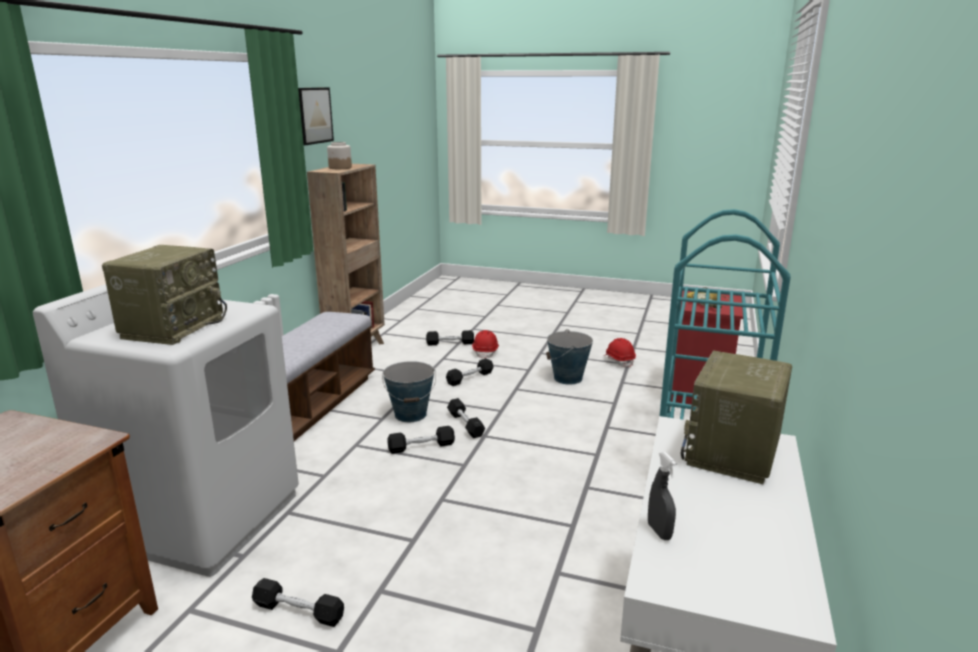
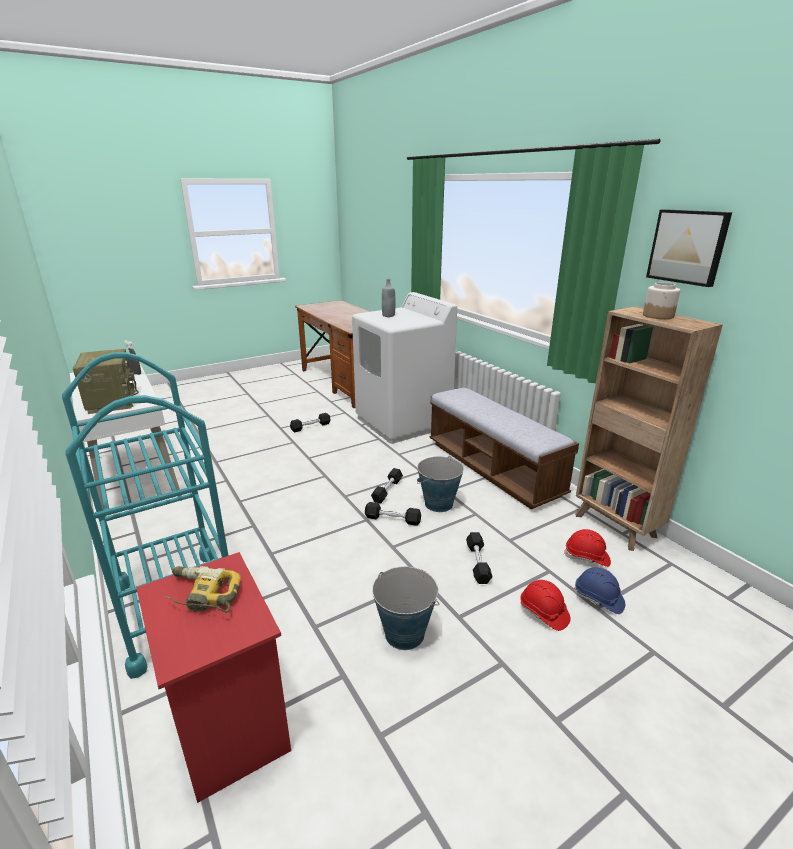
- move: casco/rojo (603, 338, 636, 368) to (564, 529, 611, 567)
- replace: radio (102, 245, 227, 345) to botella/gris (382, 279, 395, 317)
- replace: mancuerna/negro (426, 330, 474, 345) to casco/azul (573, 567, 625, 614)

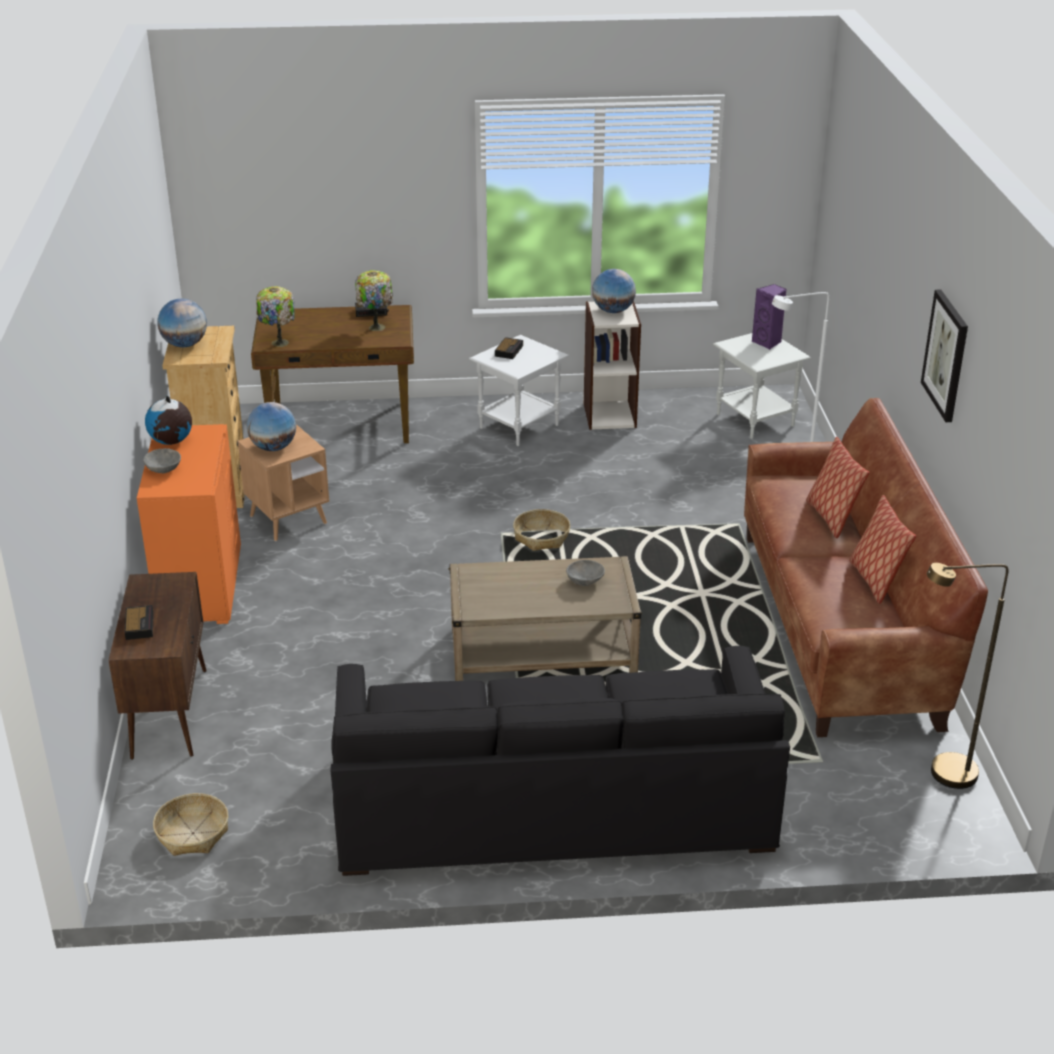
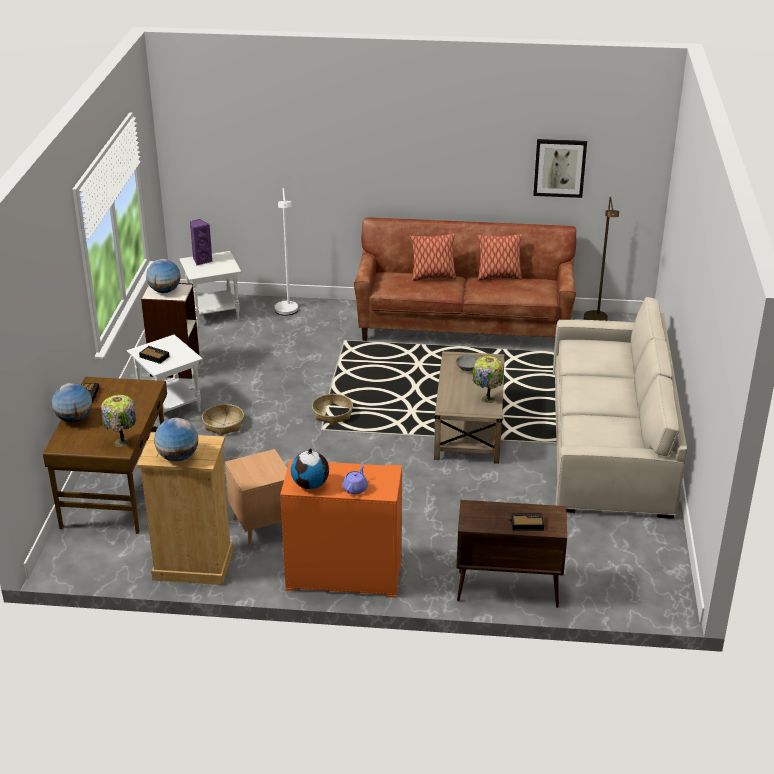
- move: cesta (153, 793, 228, 856) to (202, 404, 244, 436)
- move: globo terráqueo (247, 402, 296, 451) to (52, 383, 92, 423)
- move: lámpara de mesa (355, 270, 393, 331) to (472, 356, 504, 403)
- move: cuadro (921, 290, 968, 422) to (533, 139, 587, 198)
- replace: cuenco/gris (143, 448, 181, 473) to tetera/morado (342, 465, 368, 494)
- recolor: sofá/negro (330, 646, 790, 876) to sofá/beis (553, 297, 687, 519)

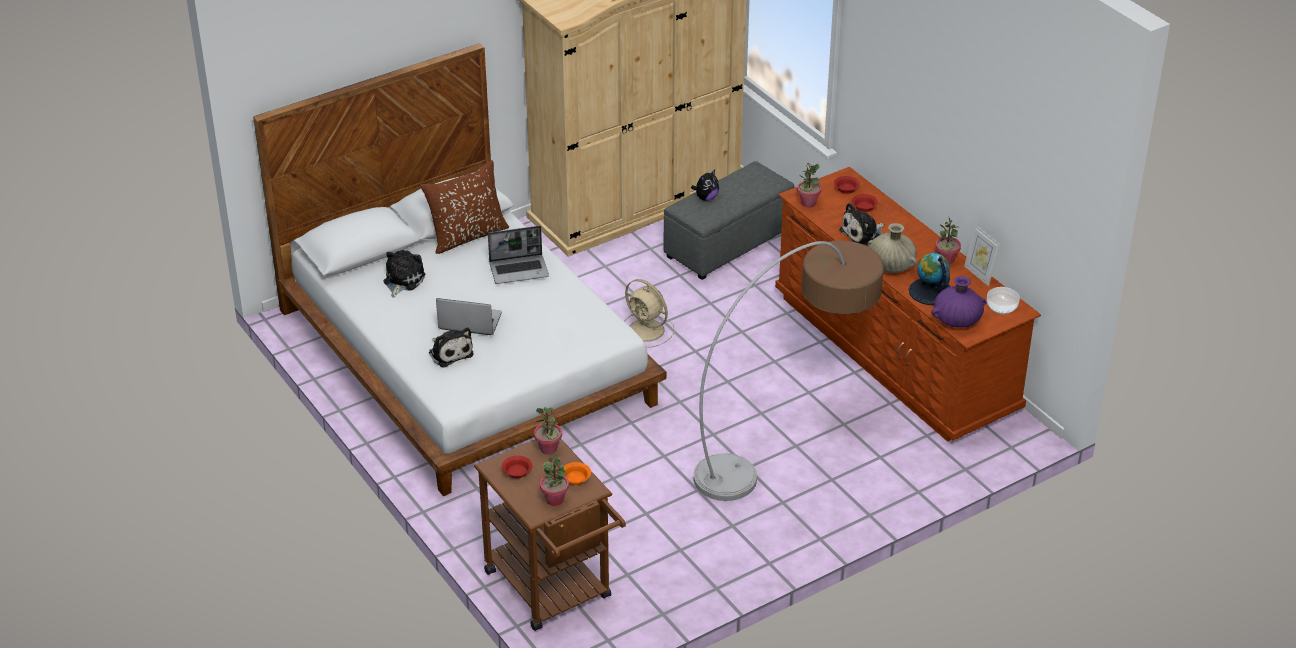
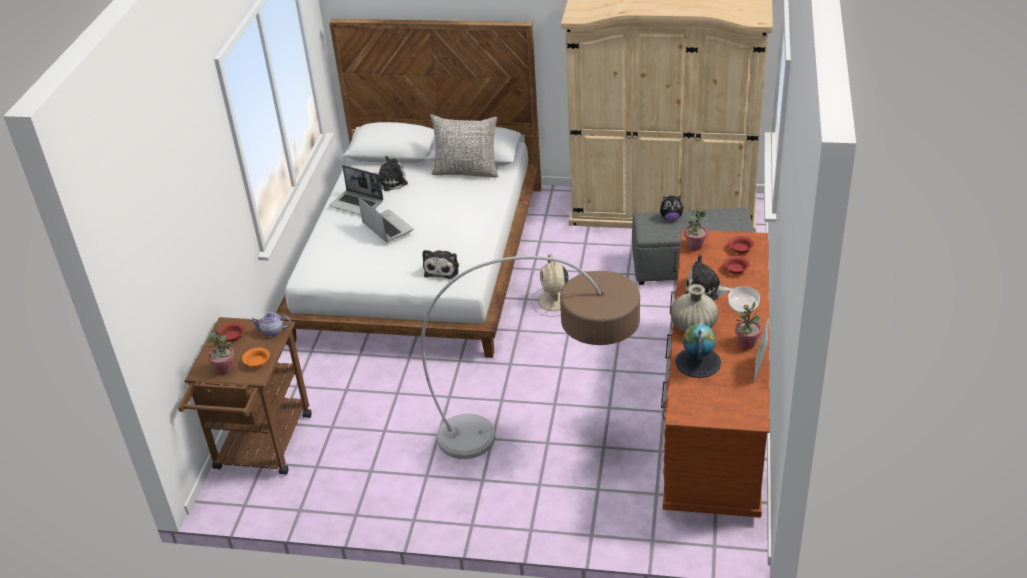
- delete: florero/morado (931, 276, 986, 328)
- move: peluche (429, 327, 474, 368) to (422, 250, 459, 279)
- move: portátil (488, 226, 549, 284) to (329, 165, 383, 215)
- move: cuenco (987, 287, 1020, 314) to (728, 286, 760, 313)
- replace: planta en maceta (534, 407, 562, 455) to tetera (250, 312, 291, 337)
- recolor: cojín/marrón (420, 160, 509, 254) to cojín/gris (430, 115, 498, 177)

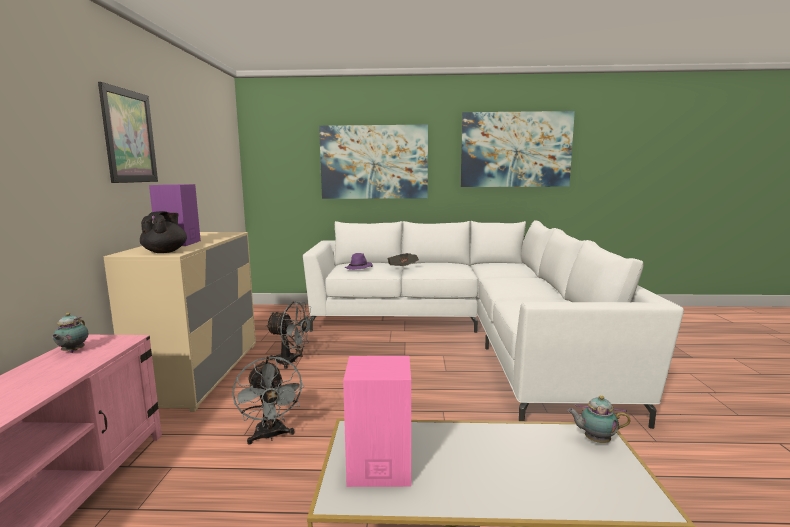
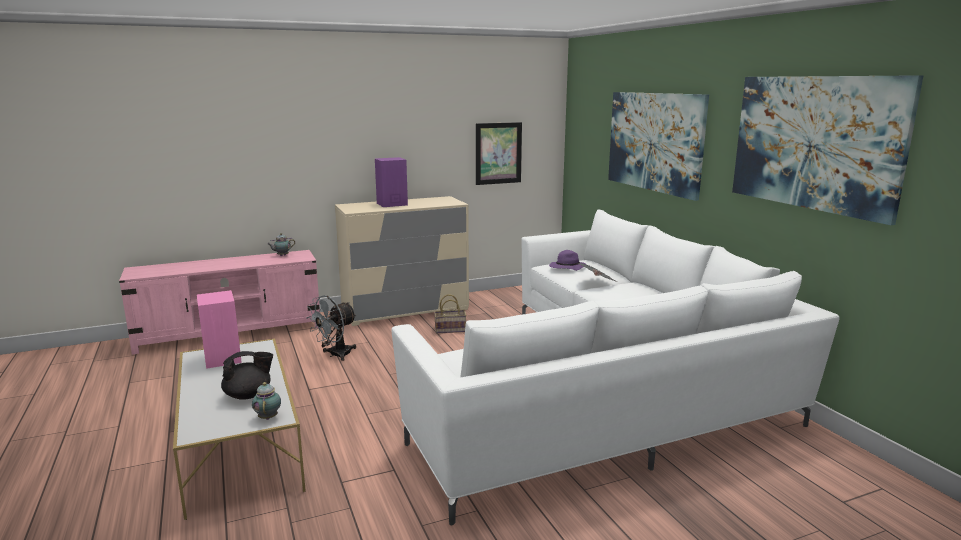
- move: cuadro (98, 82, 158, 183) to (476, 122, 522, 185)
- move: tetera/negro (140, 211, 187, 253) to (221, 351, 273, 400)
- replace: ventilador/gris (266, 301, 314, 369) to cesta (434, 294, 466, 333)

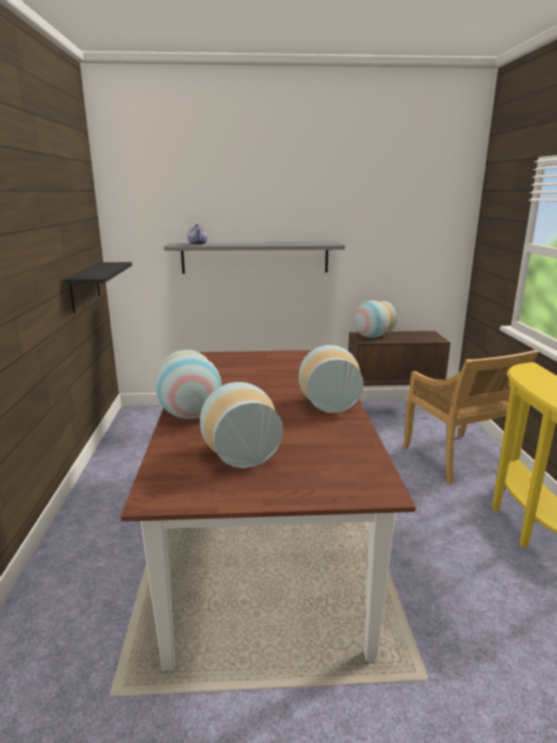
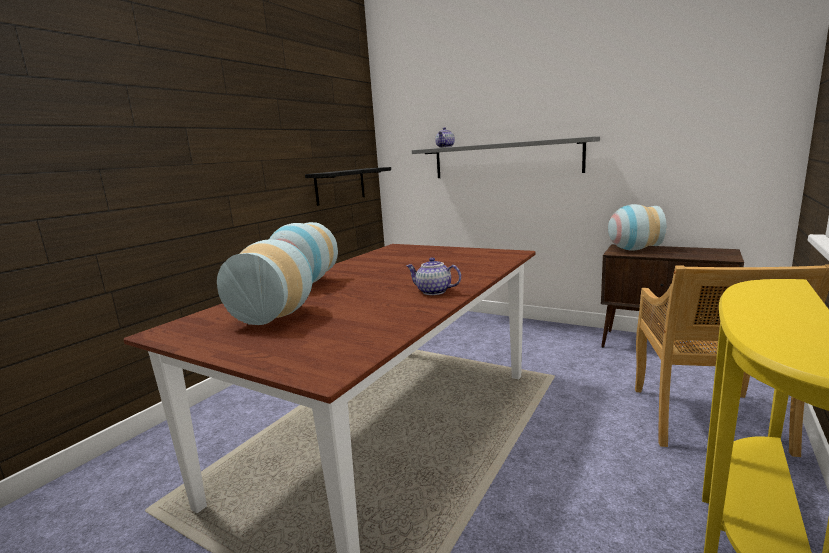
- replace: florero (299, 345, 363, 413) to tetera (406, 257, 461, 295)

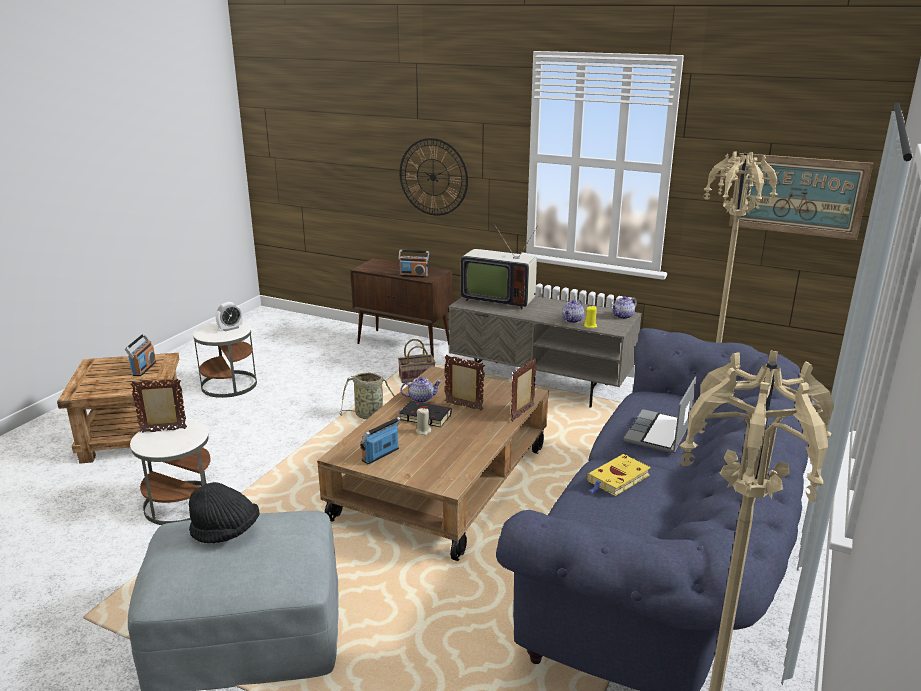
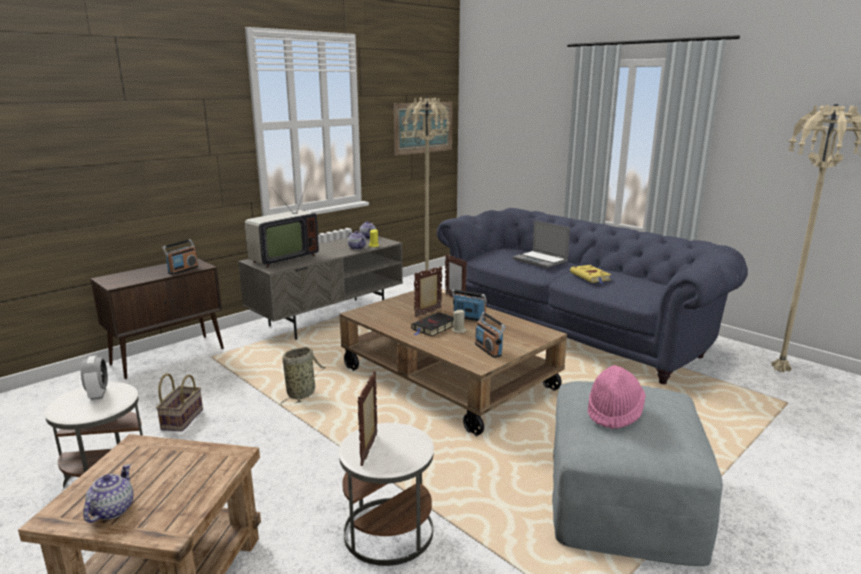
- delete: reloj de pared (399, 138, 468, 216)
- move: radio (125, 334, 156, 376) to (452, 289, 487, 321)
- move: cesta (398, 339, 436, 383) to (156, 373, 203, 432)
- move: tetera (400, 377, 442, 403) to (83, 464, 134, 523)
- recolor: sombrero/negro (189, 482, 259, 543) to sombrero/rosa (588, 365, 646, 429)

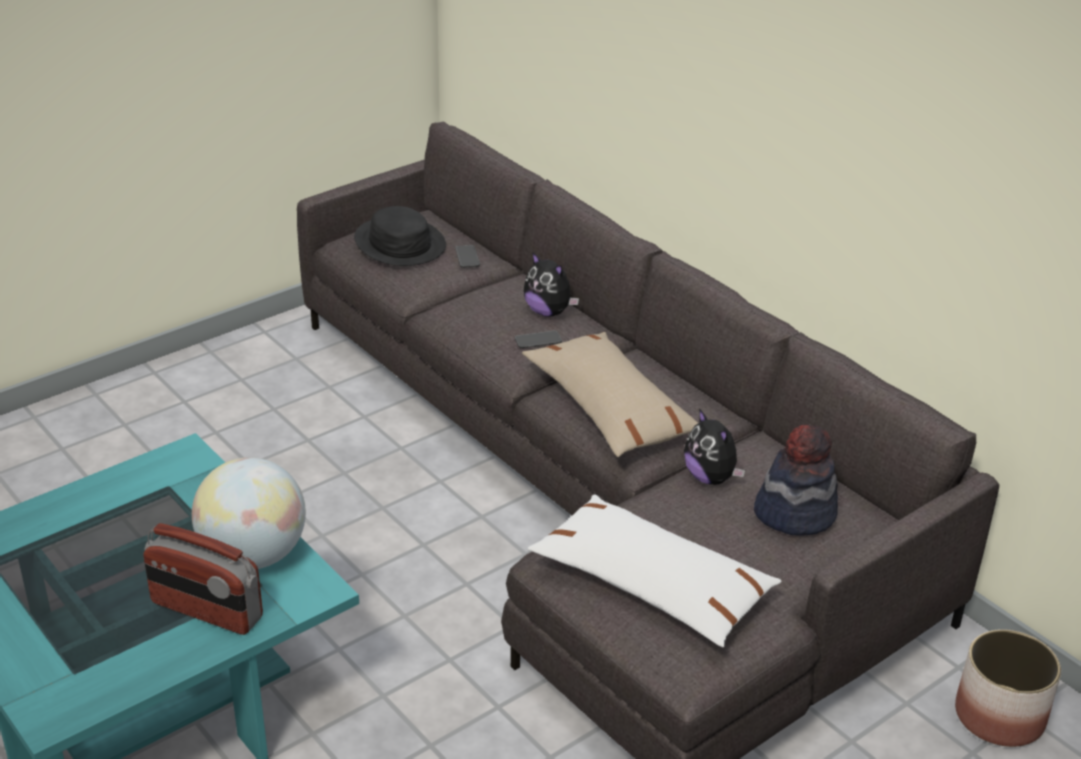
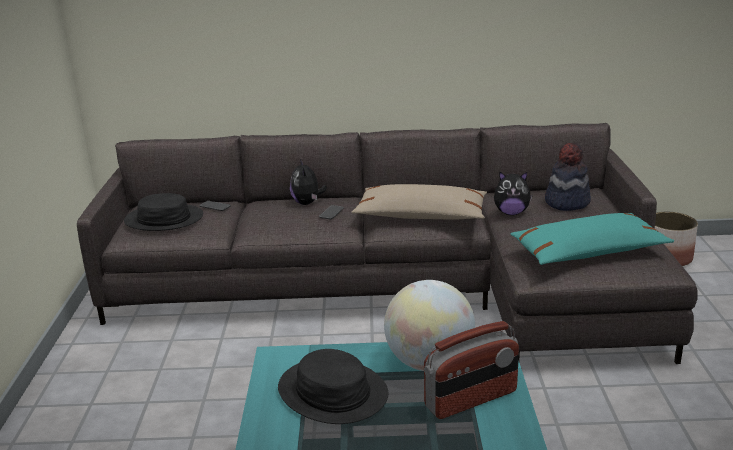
- insert: sombrero/negro (278, 349, 388, 424)
- recolor: cojín/blanco (528, 494, 782, 647) to cojín/turquesa (510, 213, 674, 265)
- rotate: peluche (524, 253, 579, 317) = (290, 159, 327, 205) 90 degrees clockwise

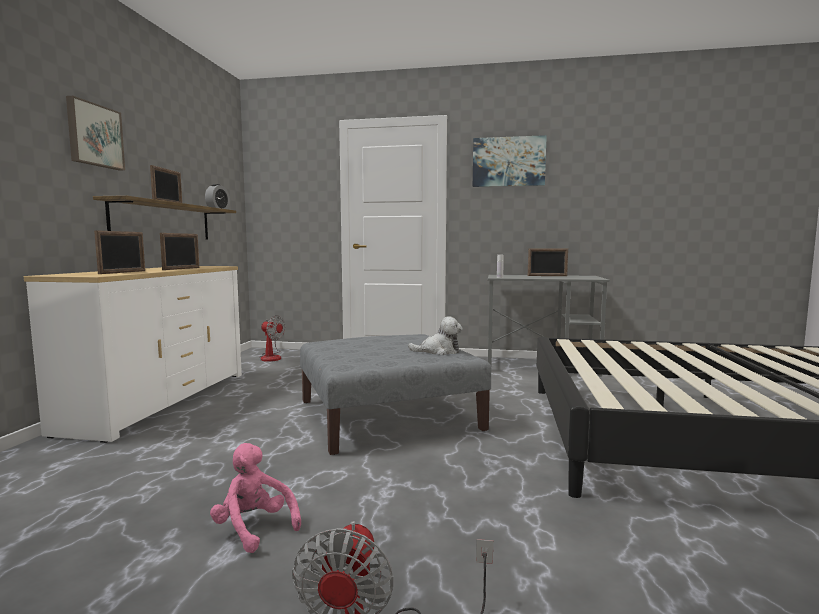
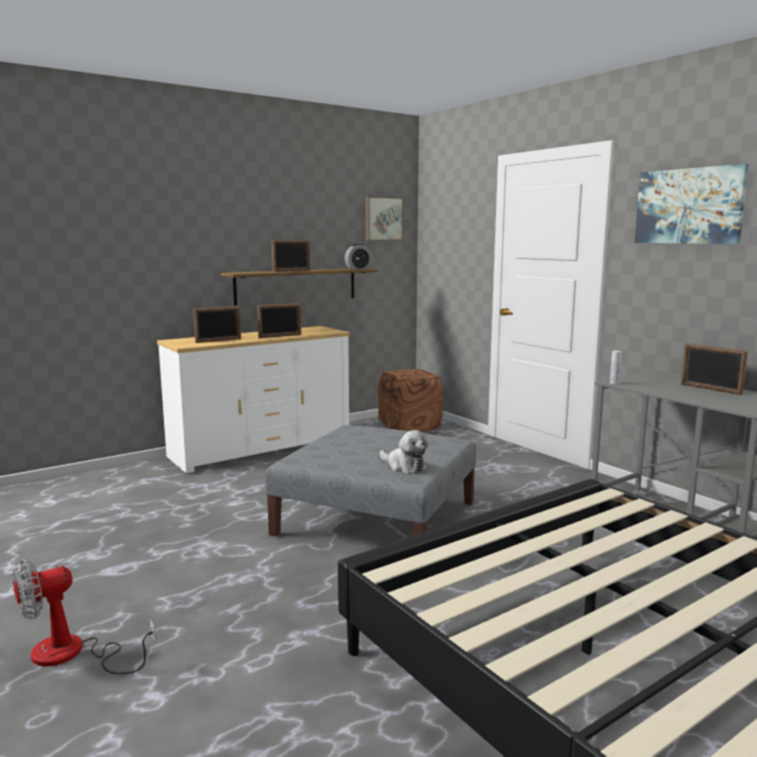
- delete: peluche/rosa (210, 443, 301, 553)
- move: cuadro (66, 96, 125, 170) to (366, 196, 403, 241)
- replace: ventilador (260, 315, 286, 362) to puf/marrón (378, 369, 443, 431)

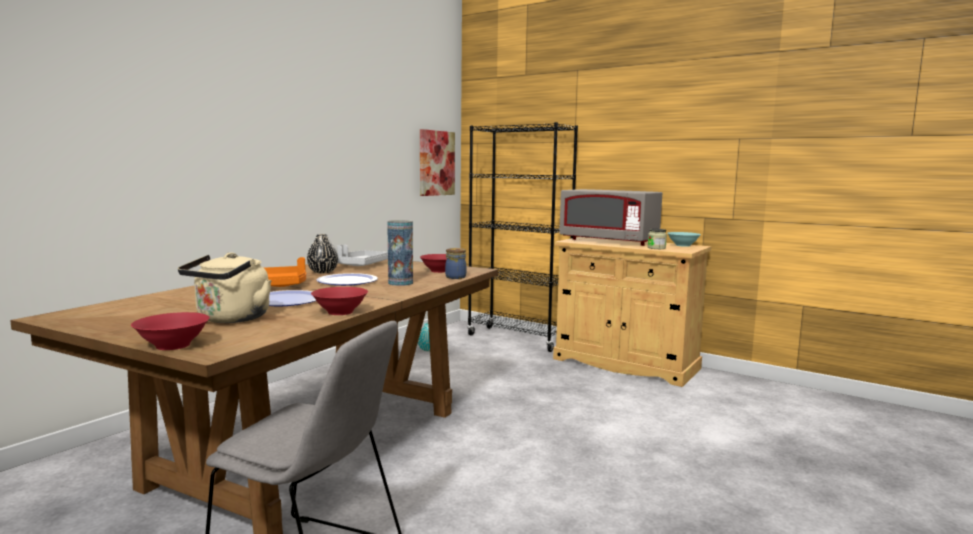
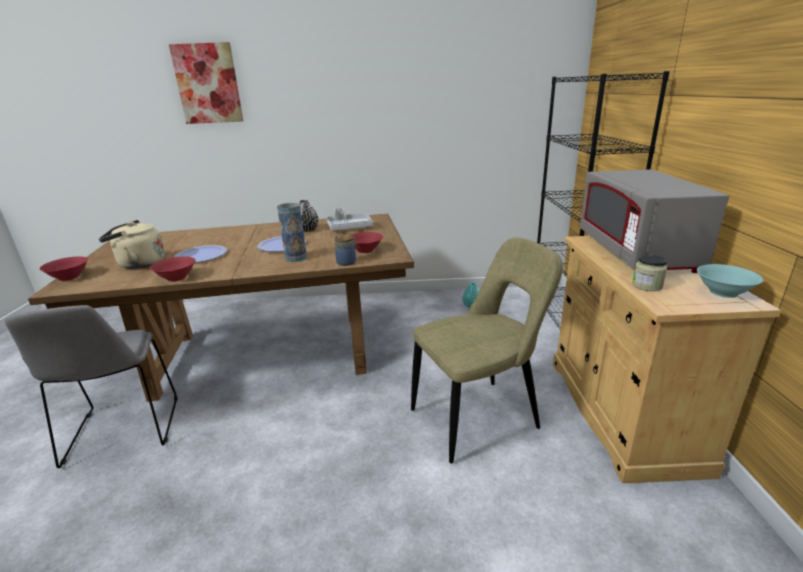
- delete: bandeja/naranja (264, 257, 306, 287)
- insert: silla/beis (411, 238, 563, 463)
- move: cuadro (420, 129, 455, 196) to (169, 42, 243, 124)

